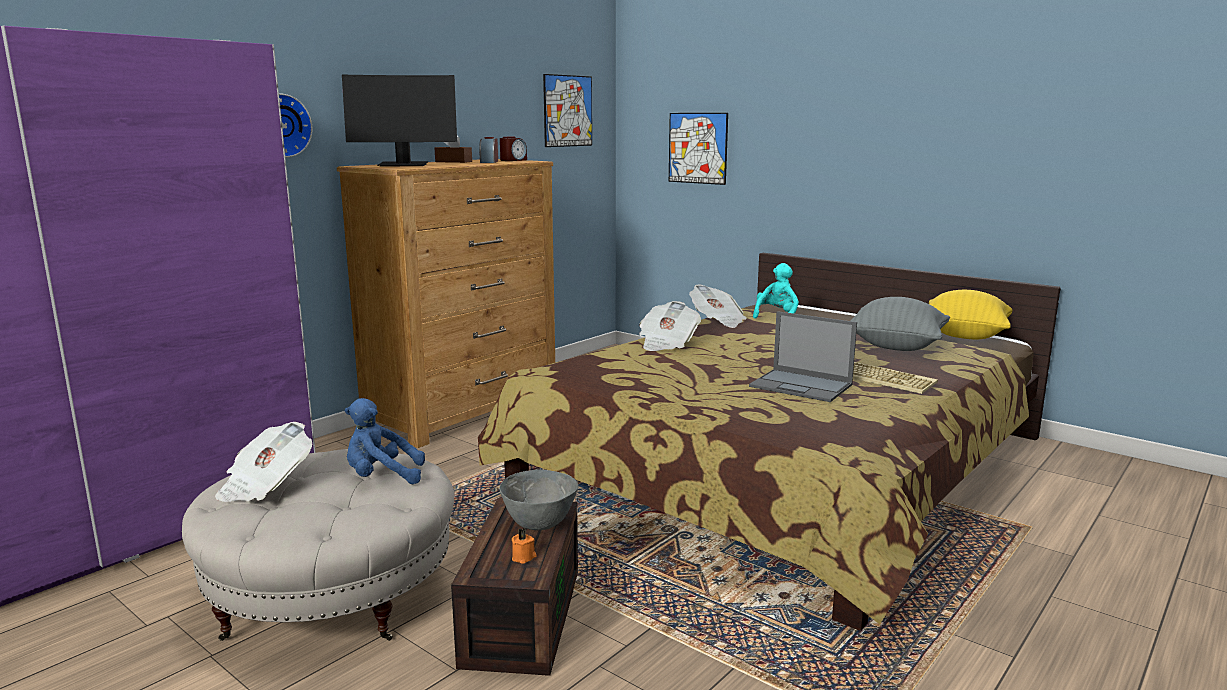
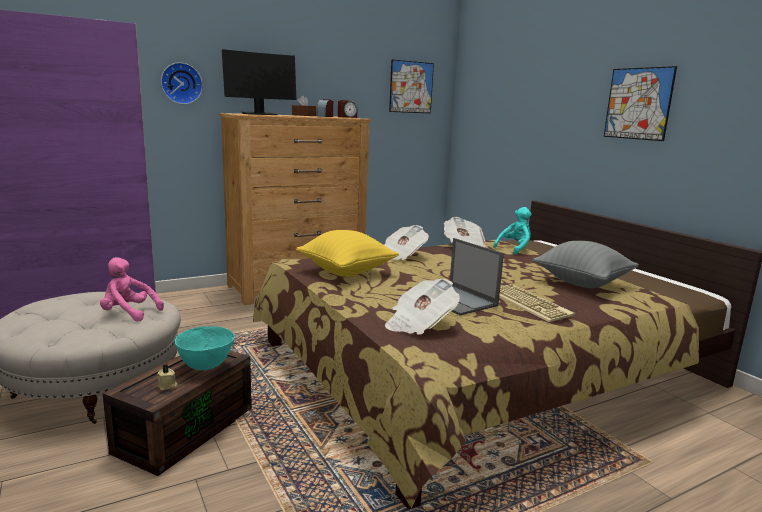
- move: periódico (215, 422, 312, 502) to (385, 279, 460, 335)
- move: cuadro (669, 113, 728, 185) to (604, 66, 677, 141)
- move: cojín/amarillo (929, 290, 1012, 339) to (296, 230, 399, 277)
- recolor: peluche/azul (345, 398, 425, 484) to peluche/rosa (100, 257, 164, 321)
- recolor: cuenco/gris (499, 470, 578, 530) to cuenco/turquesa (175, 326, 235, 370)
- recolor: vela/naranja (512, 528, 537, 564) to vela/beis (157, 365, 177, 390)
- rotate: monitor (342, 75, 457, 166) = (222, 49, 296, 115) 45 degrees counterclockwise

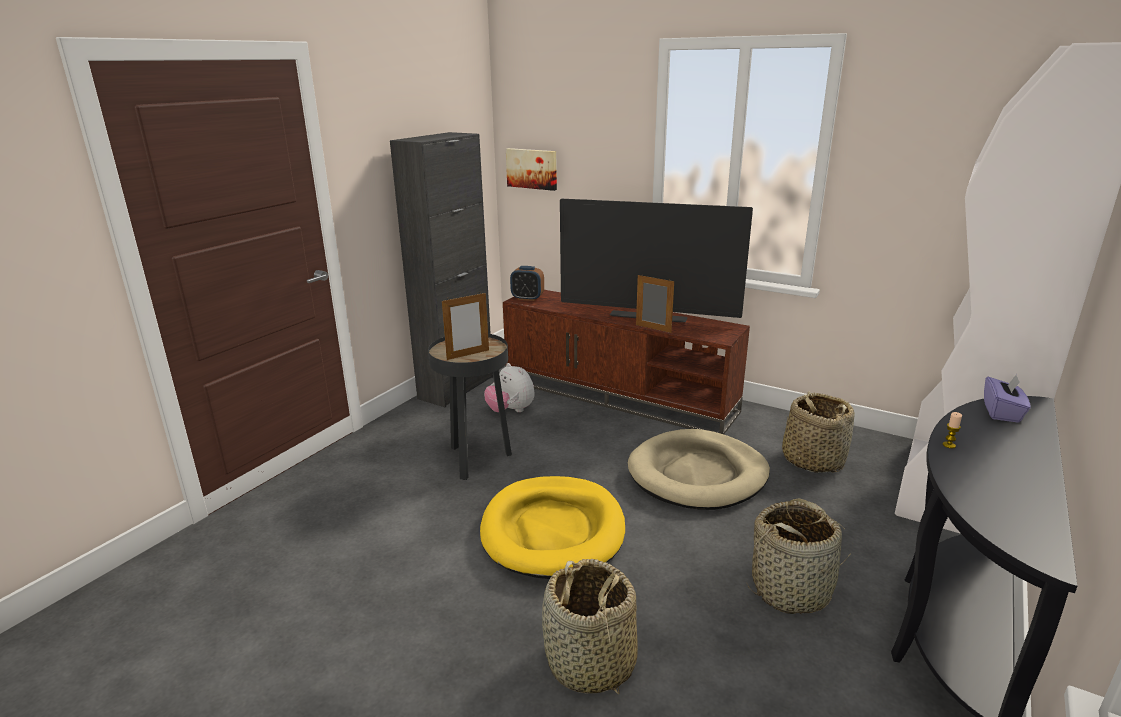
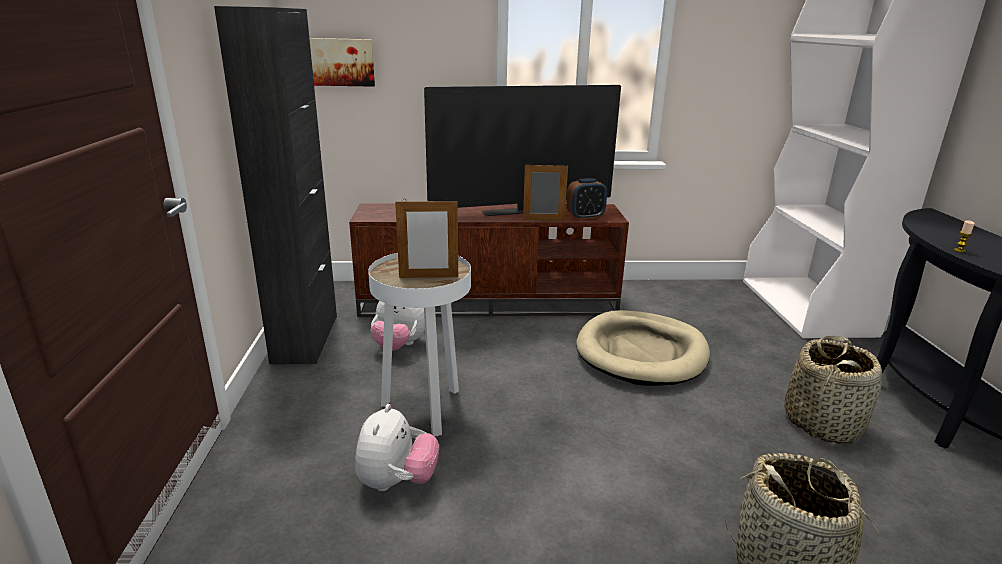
- delete: cama para perro/amarillo (480, 476, 625, 579)
- delete: cesta (782, 391, 855, 473)
- delete: caja de pañuelos/morado (984, 374, 1031, 423)
- insert: peluche (355, 404, 439, 491)
- move: despertador (510, 266, 544, 301) to (566, 178, 607, 220)
- recolor: mesa auxiliar/negro (428, 333, 512, 480) to mesa auxiliar/blanco (368, 253, 471, 437)
- rotate: portarretratos (442, 293, 489, 360) = (395, 198, 458, 278) 60 degrees clockwise

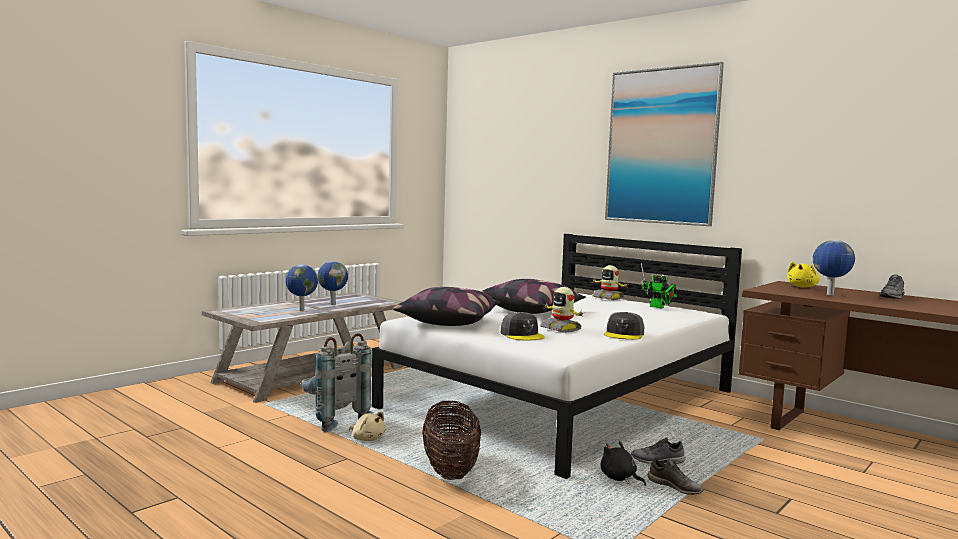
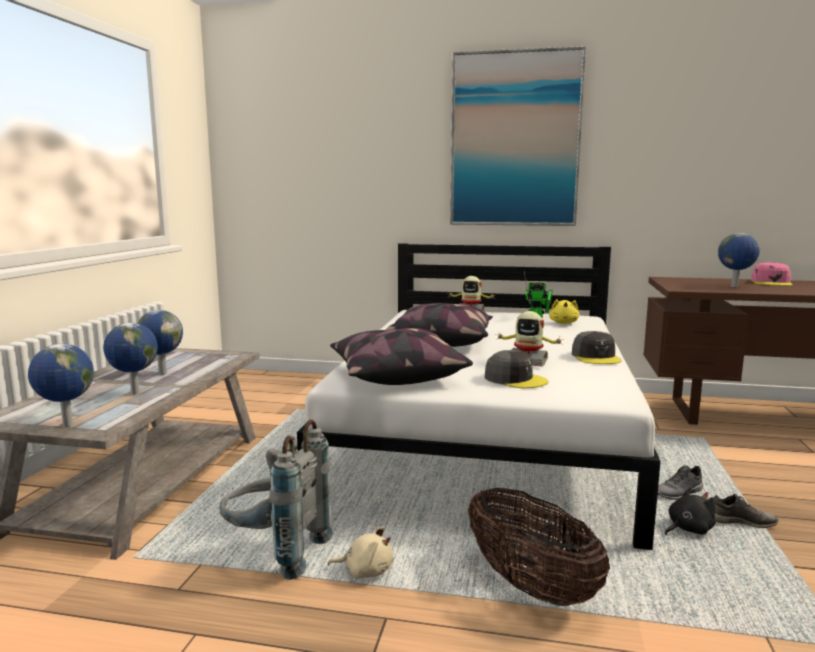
- insert: globo terráqueo (28, 344, 94, 427)
- move: peluche/amarillo (787, 262, 820, 287) to (549, 299, 579, 324)
- replace: zapato/gris (880, 274, 904, 299) to gorra/rosa (751, 262, 793, 286)
- rotate: peluche/negro (600, 441, 646, 486) = (665, 487, 716, 535) 135 degrees clockwise

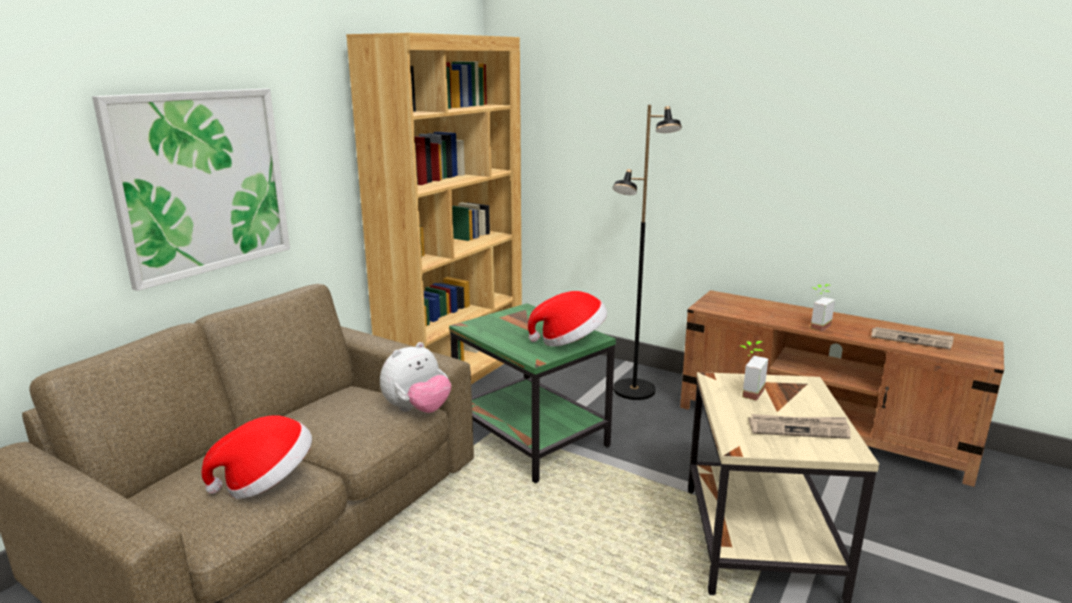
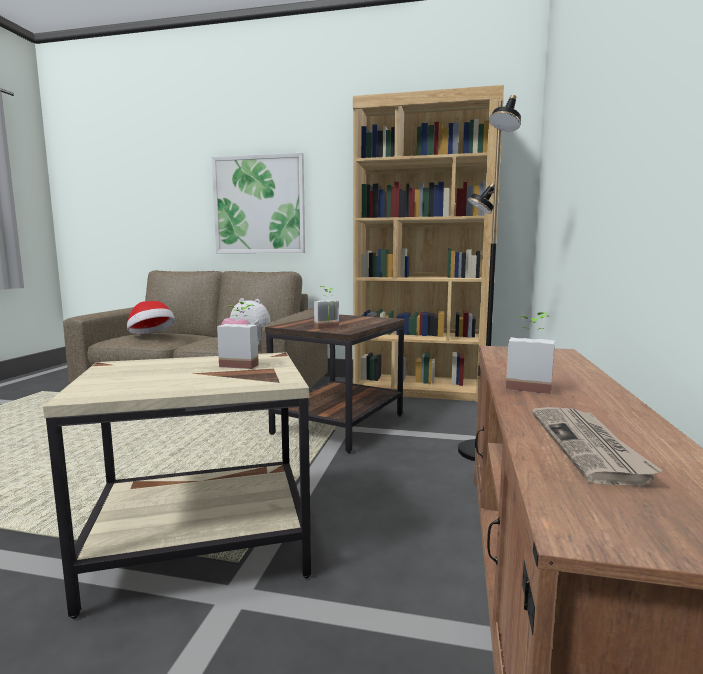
- delete: periódico (748, 414, 851, 439)
- replace: sombrero (528, 291, 607, 347) to planta en maceta (314, 286, 339, 329)
- recolor: mesa auxiliar/verde (449, 303, 616, 483) to mesa auxiliar/marrón (265, 314, 405, 454)

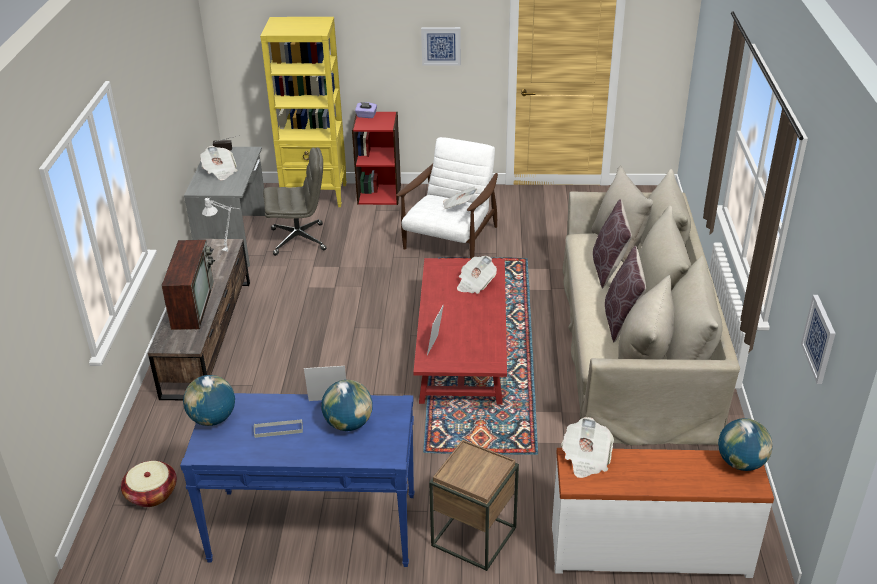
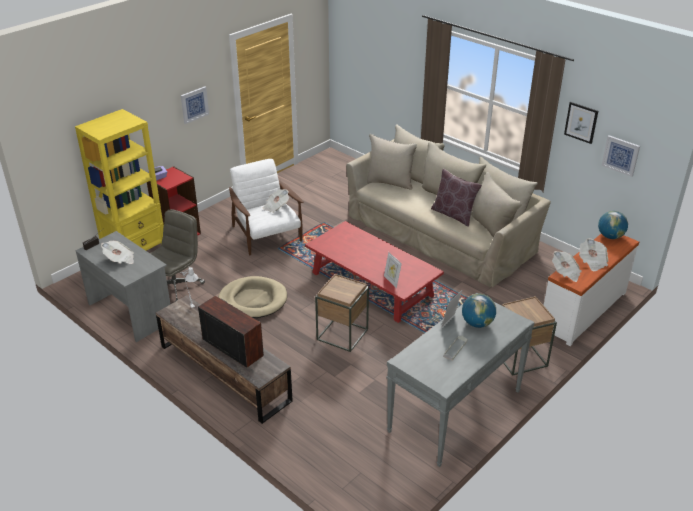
- delete: cesta (121, 461, 177, 507)
- delete: globo terráqueo (183, 375, 235, 426)
- delete: cojín/marrón (593, 199, 632, 289)
- insert: cama para perro/beis (218, 276, 287, 318)
- insert: mesa auxiliar/marrón (315, 274, 369, 352)
- insert: cuadro (564, 102, 598, 144)
- move: periódico (457, 256, 497, 294) to (579, 238, 608, 271)
- recolor: mesa consola/azul (180, 393, 415, 567) to mesa consola/gris (387, 293, 535, 467)

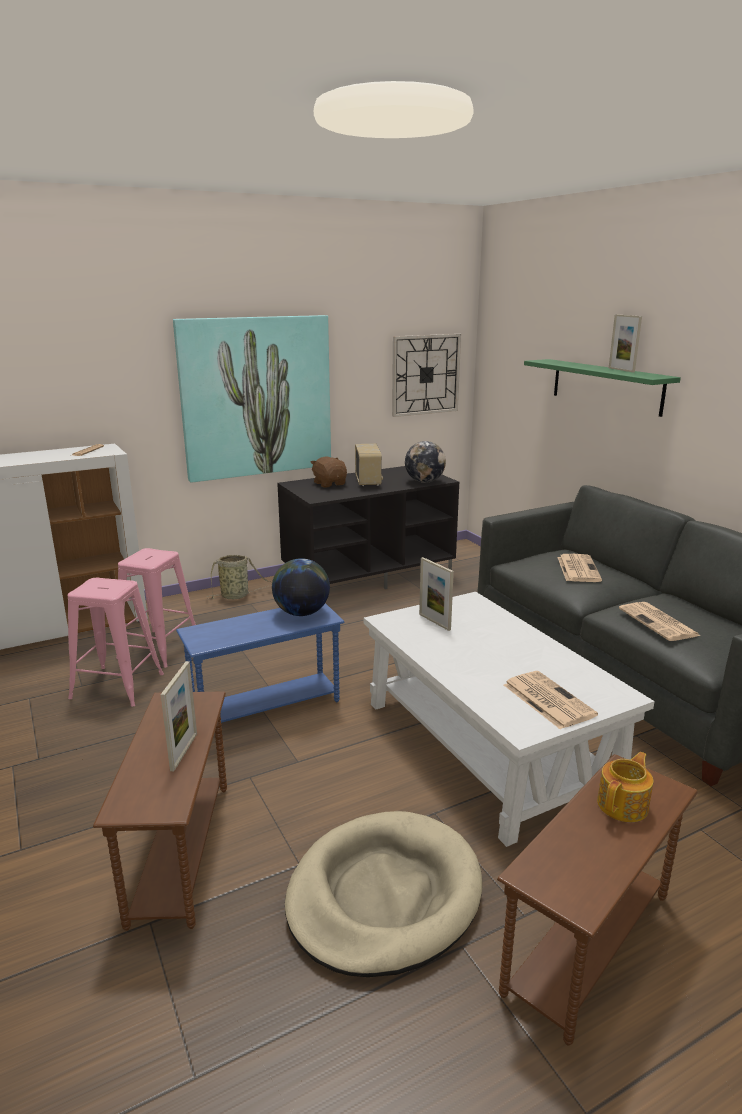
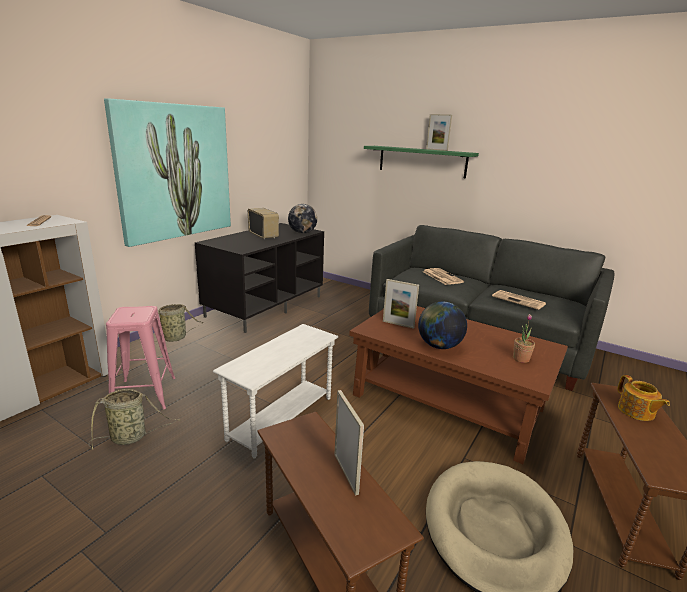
- delete: peluche/marrón (310, 456, 347, 488)
- delete: reloj de pared (392, 334, 461, 417)
- move: globo terráqueo (272, 558, 330, 616) to (418, 302, 467, 349)
- replace: taburete/rosa (68, 578, 164, 707) to cesta (89, 389, 181, 450)
- replace: periódico (504, 671, 598, 729) to planta en maceta (513, 314, 535, 363)
- recolor: mesa auxiliar/azul (176, 603, 344, 723) to mesa auxiliar/blanco (213, 324, 338, 459)
- recolor: mesa de centro/blanco (364, 592, 655, 847) to mesa de centro/marrón (349, 306, 568, 464)
- rotate: tetera (597, 752, 653, 822) = (617, 375, 670, 421) 150 degrees clockwise

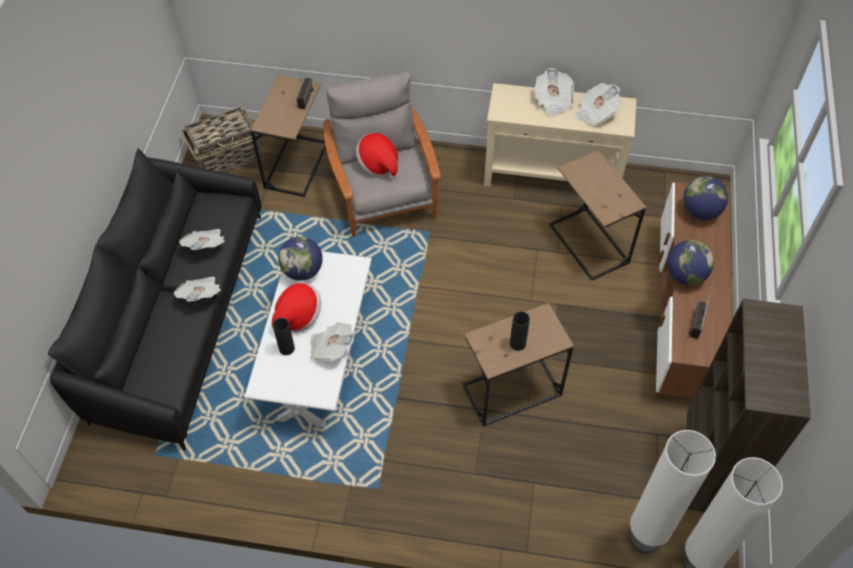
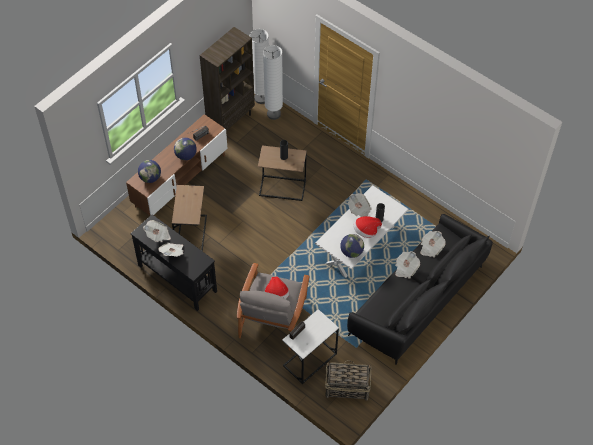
- move: periódico (179, 229, 225, 250) to (420, 231, 445, 258)
- recolor: mesa auxiliar/marrón (250, 75, 326, 197) to mesa auxiliar/blanco (282, 309, 339, 384)
- recolor: mesa consola/beis (484, 83, 636, 187) to mesa consola/negro (131, 214, 217, 311)

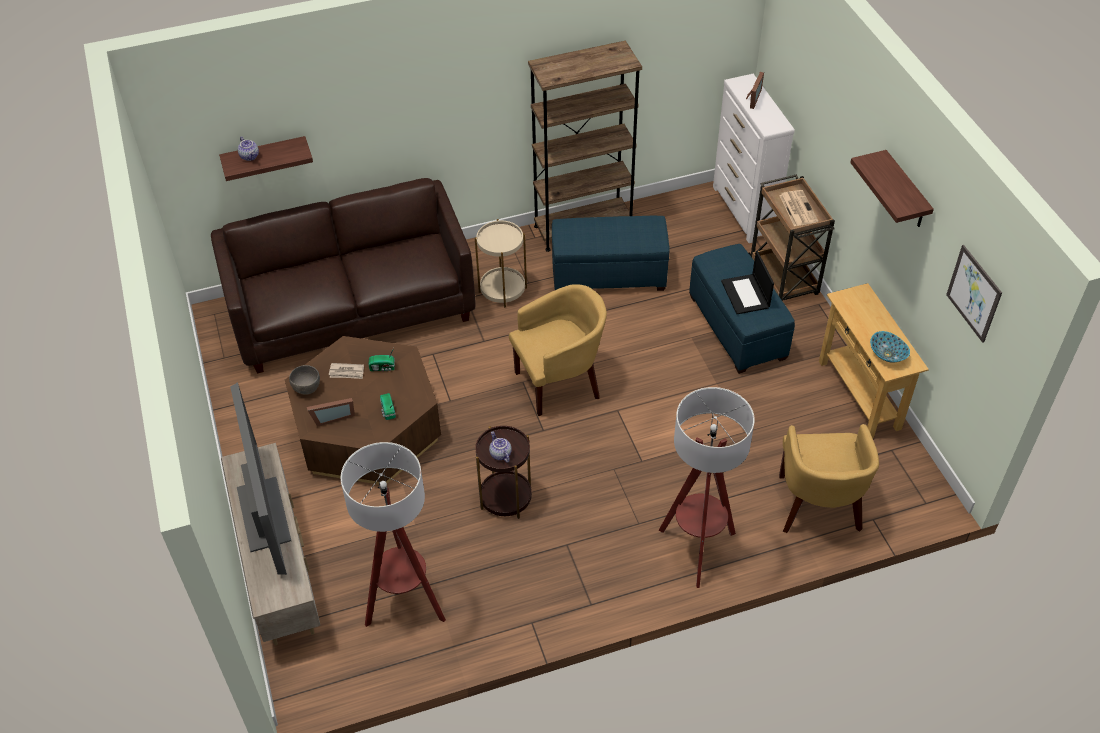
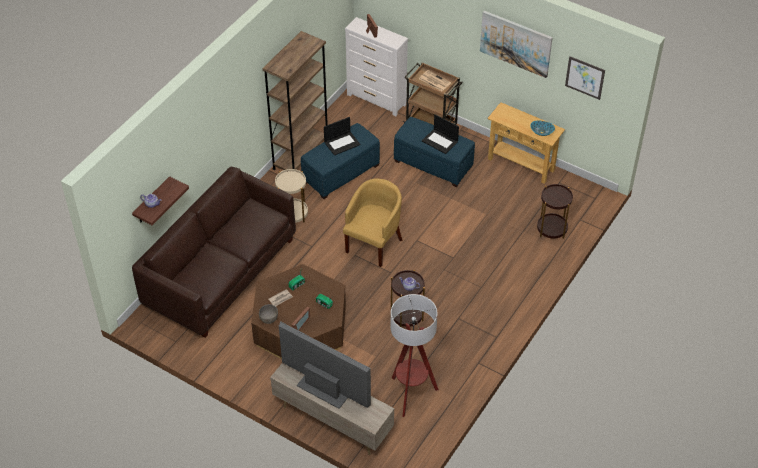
- delete: lámpara de pie (659, 387, 755, 588)
- insert: portátil (324, 117, 360, 156)
- replace: sillón/amarillo (779, 424, 879, 533) to mesa auxiliar/marrón (537, 184, 573, 239)
- replace: estante (850, 150, 934, 227) to cuadro (480, 11, 553, 78)

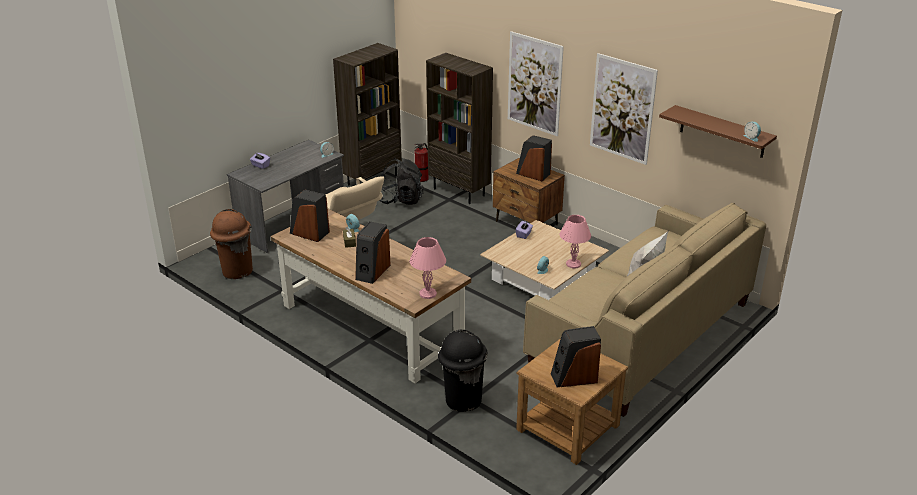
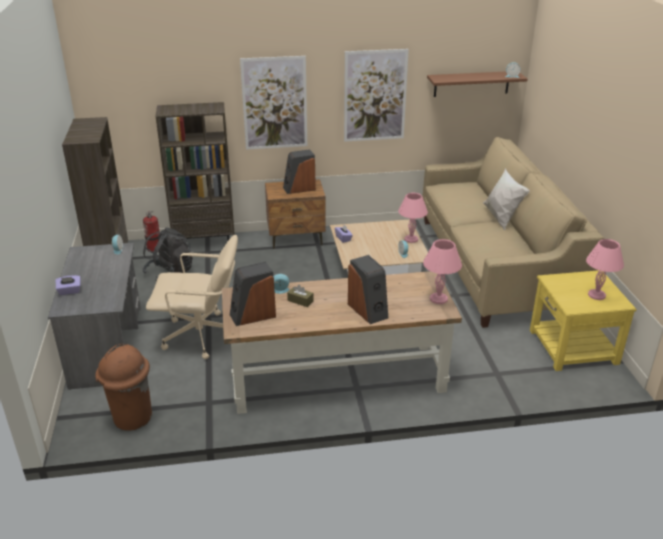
- delete: papelera/negro (438, 330, 488, 412)
- replace: altavoz (551, 326, 601, 387) to lámpara de mesa/rosa (586, 239, 624, 300)
- recolor: mesa auxiliar/marrón (516, 338, 628, 465) to mesa auxiliar/amarillo (530, 270, 637, 371)

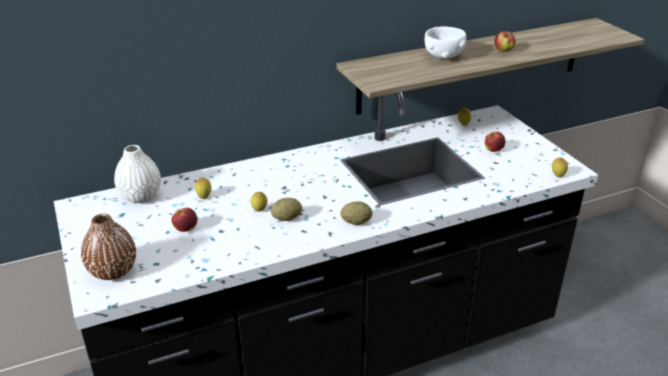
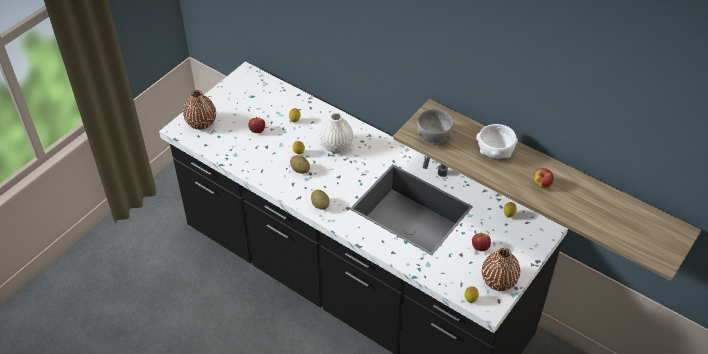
- insert: cuenco/gris (416, 109, 454, 146)
- insert: florero/marrón (482, 248, 520, 291)
- move: florero/blanco (114, 145, 161, 203) to (320, 113, 353, 153)

